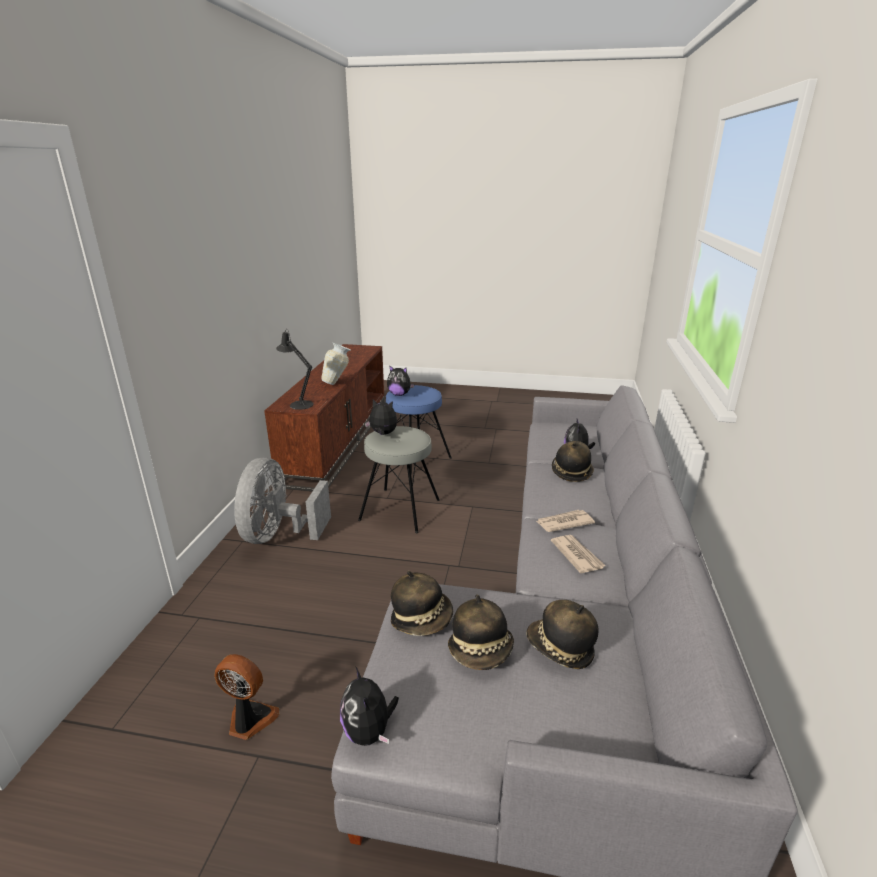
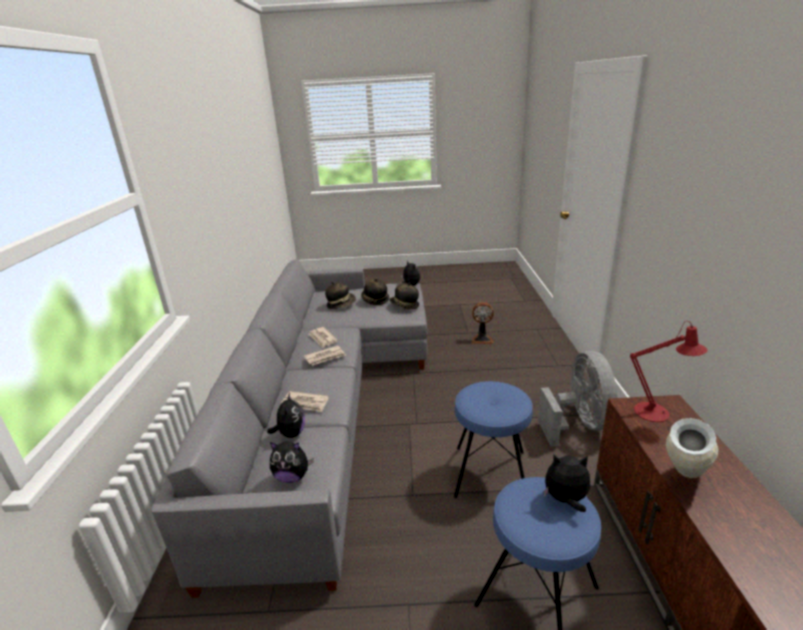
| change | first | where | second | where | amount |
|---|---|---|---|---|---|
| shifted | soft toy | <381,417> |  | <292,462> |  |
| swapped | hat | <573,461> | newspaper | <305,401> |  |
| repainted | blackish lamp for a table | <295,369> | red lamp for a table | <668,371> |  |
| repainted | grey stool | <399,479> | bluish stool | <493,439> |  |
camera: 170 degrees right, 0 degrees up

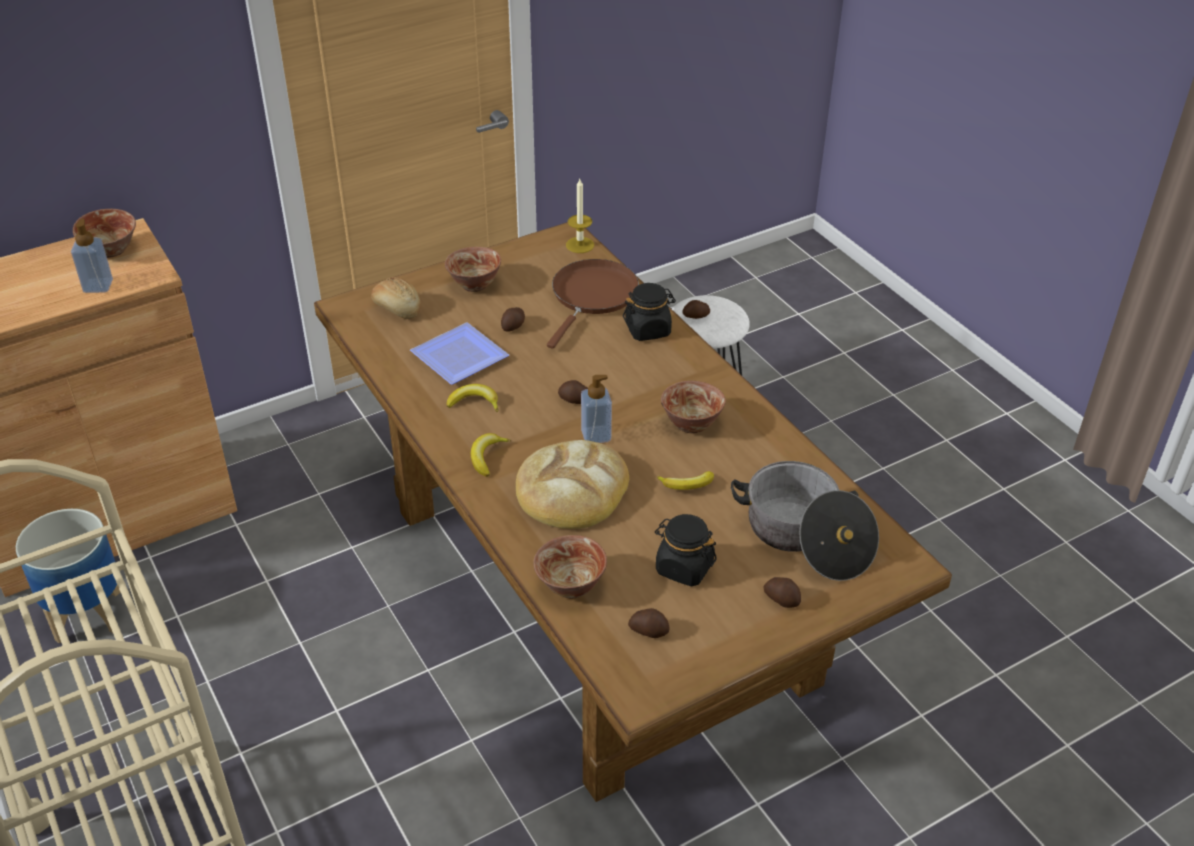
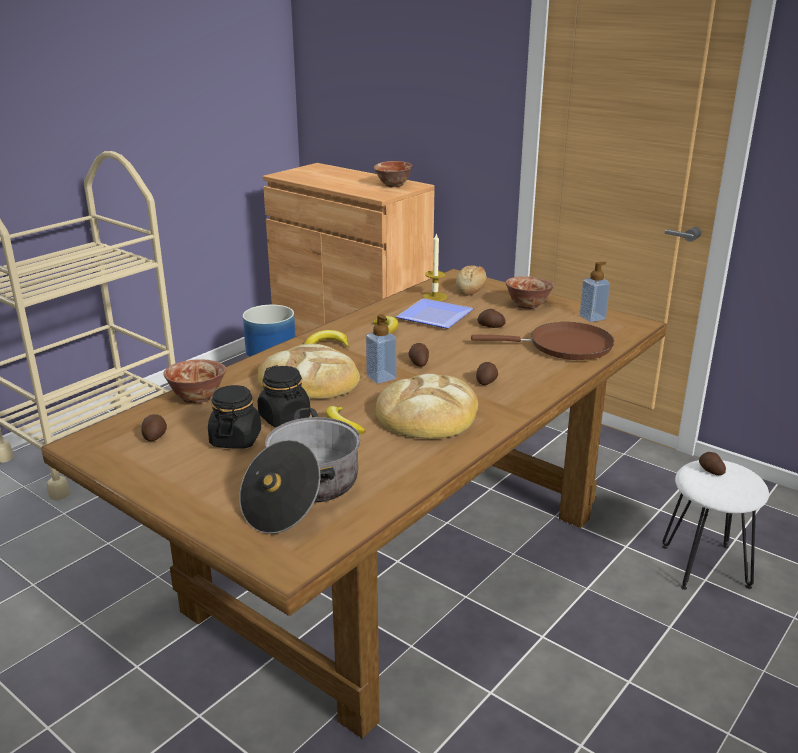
| change | first | where | second | where | amount |
|---|---|---|---|---|---|
| shifted | soap bottle | <92,256> |  | <595,292> |  |
| shifted | wax light | <580,216> |  | <435,267> |  |
| shifted | blackish storage jar | <649,312> |  | <284,396> |  |
| shifted | whole potato | <782,592> |  | <487,373> |  |
| swapped | bowl | <693,407> | bread | <427,406> |  |
camera: 70 degrees right, 15 degrees down

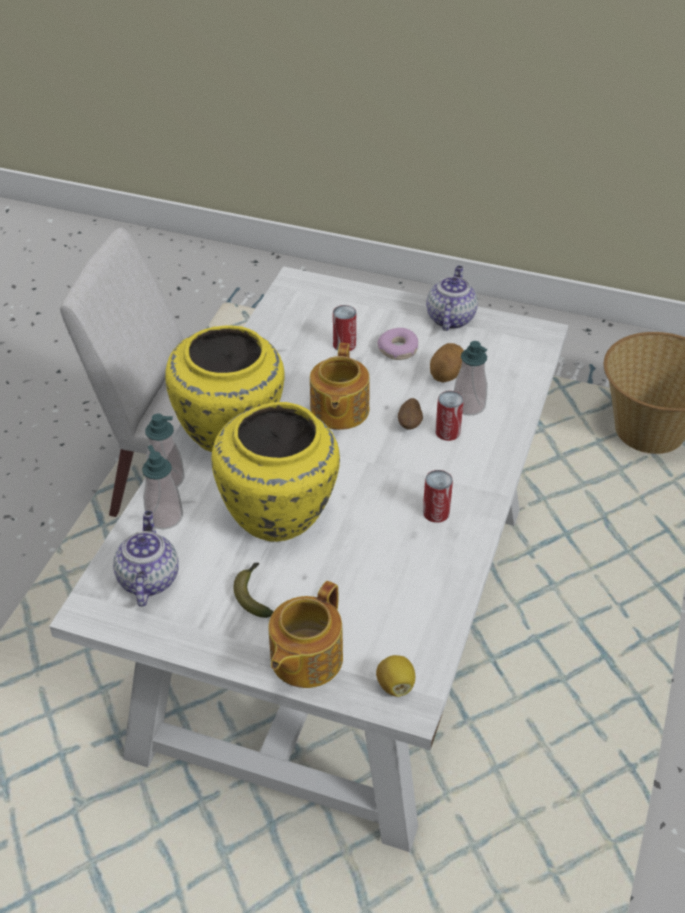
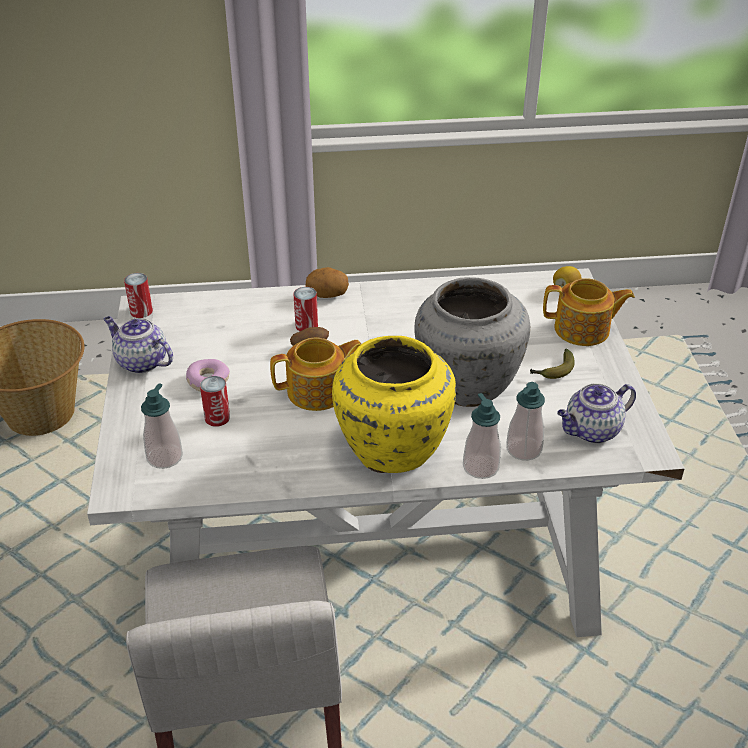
| change | first | where | second | where | amount |
|---|---|---|---|---|---|
| shifted | metal can | <438,496> |  | <138,295> |  |
| shifted | whole potato | <447,363> |  | <327,282> |  |
| shifted | soap bottle | <471,378> |  | <162,426> |  |
| repainted | yellow decorative vase | <275,472> | grey decorative vase | <472,342> |  |
| rotated | teapot | <452,298> |  | <138,345> | 45 degrees clockwise |
camera: 115 degrees left, 5 degrees down

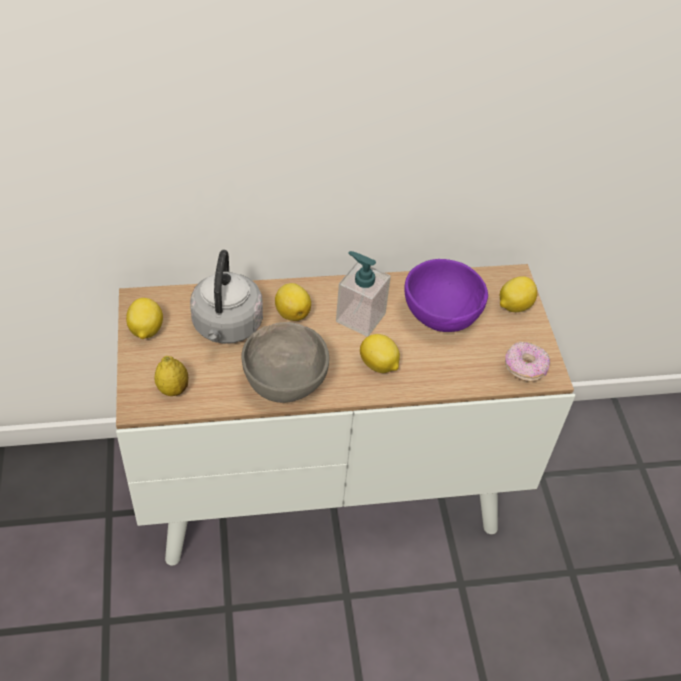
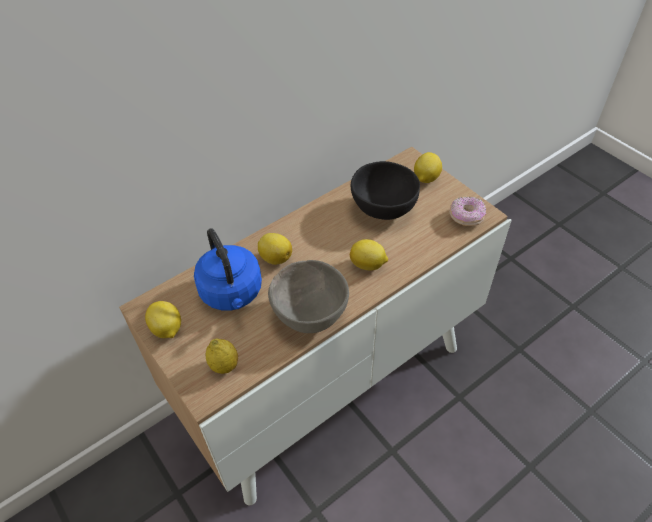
| change | first | where | second | where | amount |
|---|---|---|---|---|---|
| gone | soap bottle | <363,294> |  |  |  |
| repainted | grey tea kettle | <226,297> | bluish tea kettle | <228,269> |  |
| repainted | purple-coloured bowl | <446,295> | blackish bowl | <385,190> |  |
camera: 25 degrees left, 0 degrees up

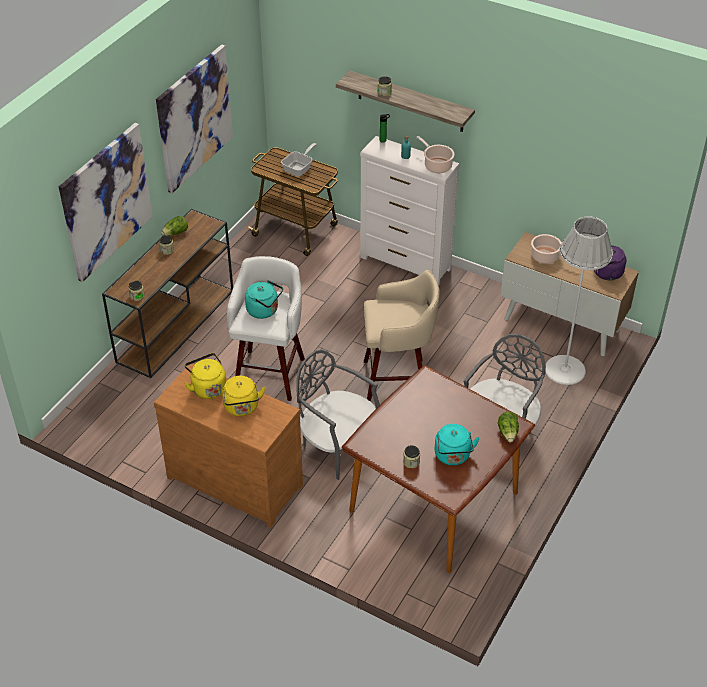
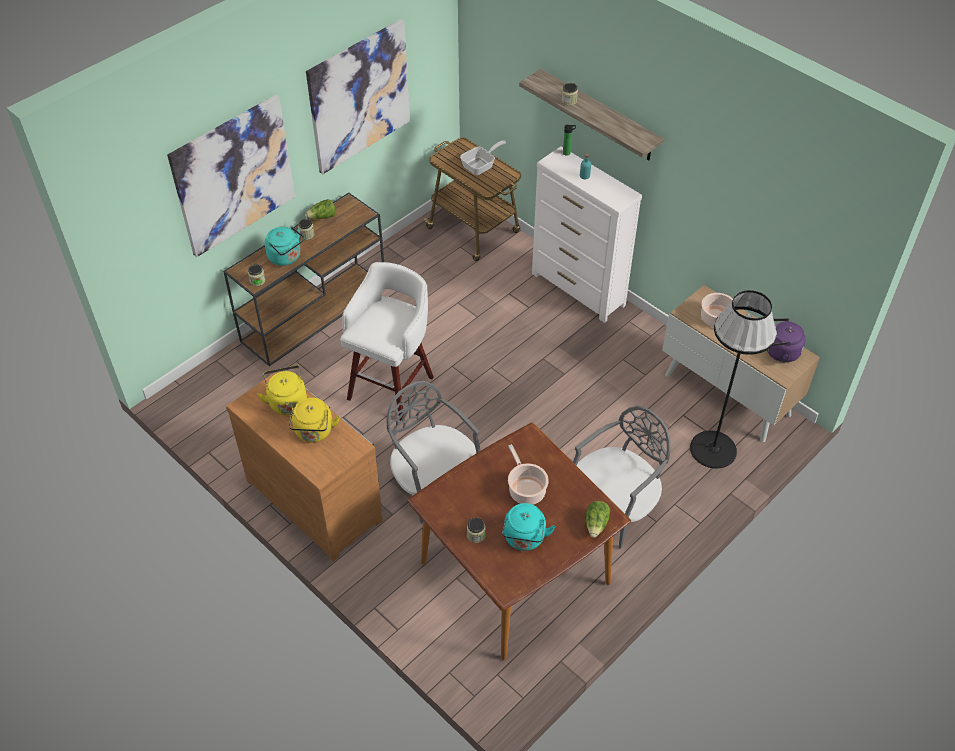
| change | first | where | second | where | amount |
|---|---|---|---|---|---|
| gone | beige-coloured stool | <402,336> |  |  |  |
| shifted | turquoise tea kettle | <264,299> |  | <285,246> |  |
| shifted | stockpot | <435,154> |  | <528,474> |  |
| repainted | white-coloured standard lamp | <579,300> | blackish standard lamp | <733,379> |  |
camera: 15 degrees right, 5 degrees up

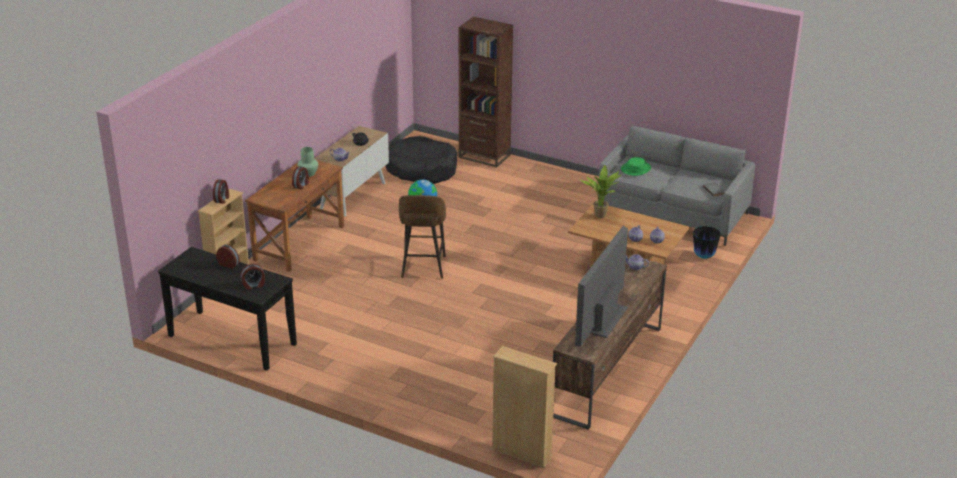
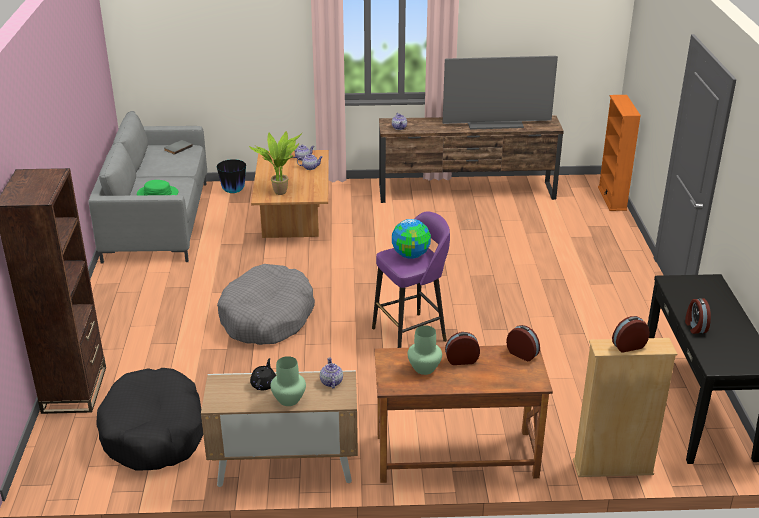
| change | first | where | second | where | amount |
|---|---|---|---|---|---|
| new |  |  | grey dog bed | <266,304> |  |
| new |  |  | green-coloured decorative vase | <288,381> |  |
| shifted | table clock | <253,277> |  | <523,343> |  |
| repainted | brownish stool | <422,237> | purple-coloured stool | <411,279> |  |
| repainted | beige-coloured bookcase | <524,407> | orange bookcase | <619,153> |  |
camera: 120 degrees left, 0 degrees up

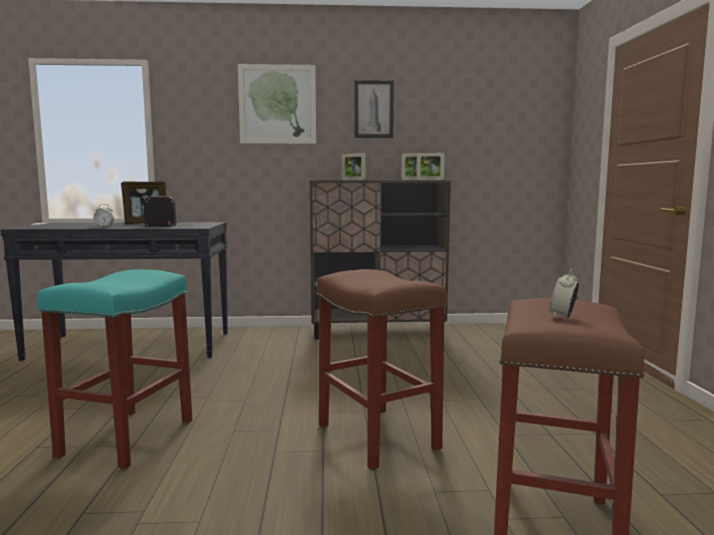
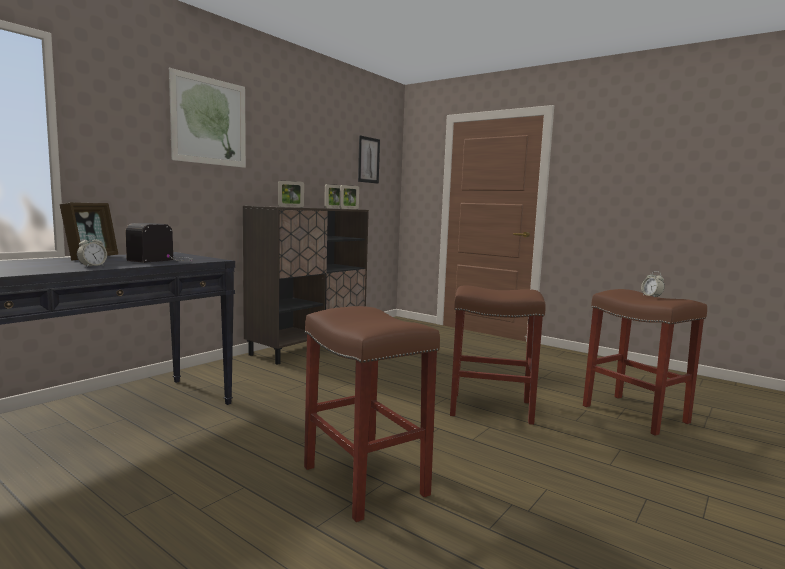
| change | first | where | second | where | amount |
|---|---|---|---|---|---|
| shifted | picture | <374,109> |  | <369,159> |  |
| repainted | turquoise stool | <114,369> | brownish stool | <372,414> |  |
camera: 50 degrees left, 0 degrees up

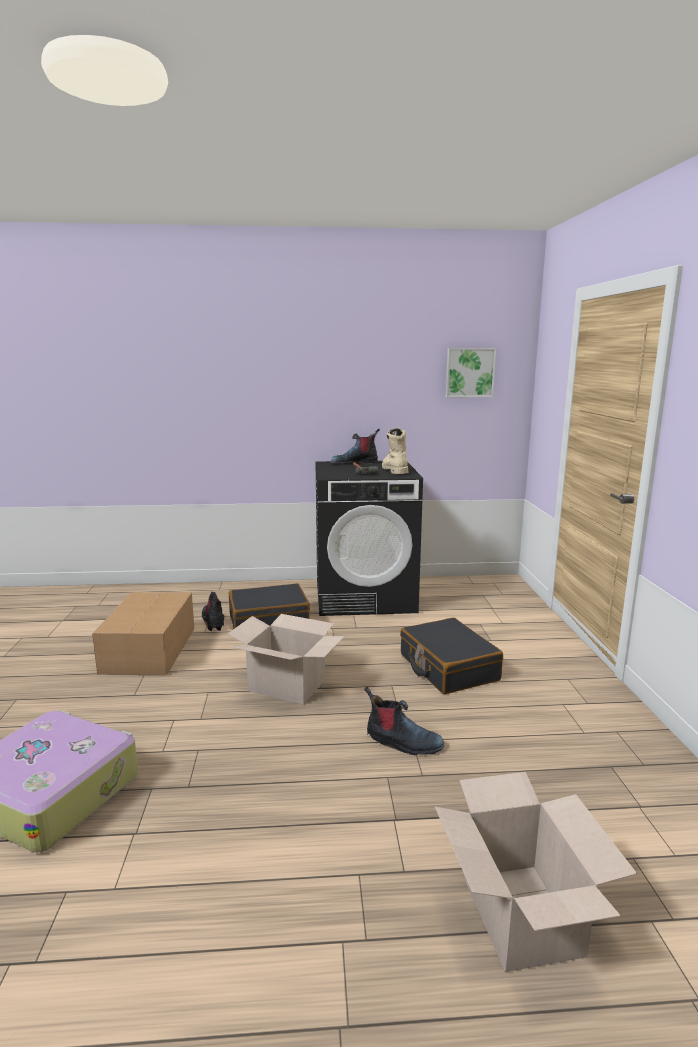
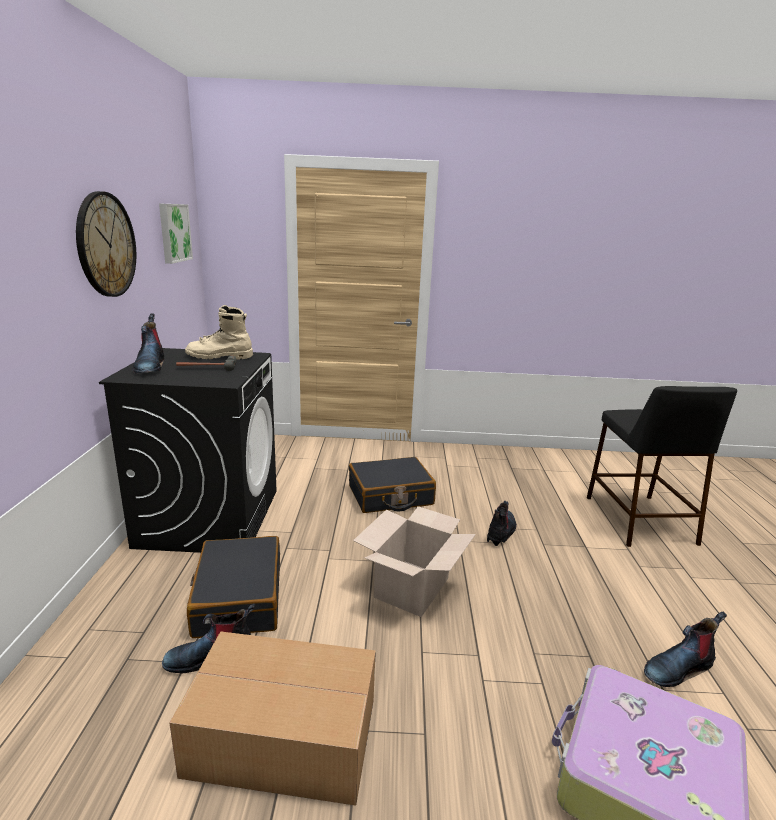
| change | first | where | second | where | amount |
|---|---|---|---|---|---|
| new |  |  | wall clock | <106,244> |  |
| new |  |  | tall boot | <685,649> |  |
| swapped | cardboard box | <536,872> | blackish stool | <662,466> |  |
camera: 85 degrees left, 5 degrees up

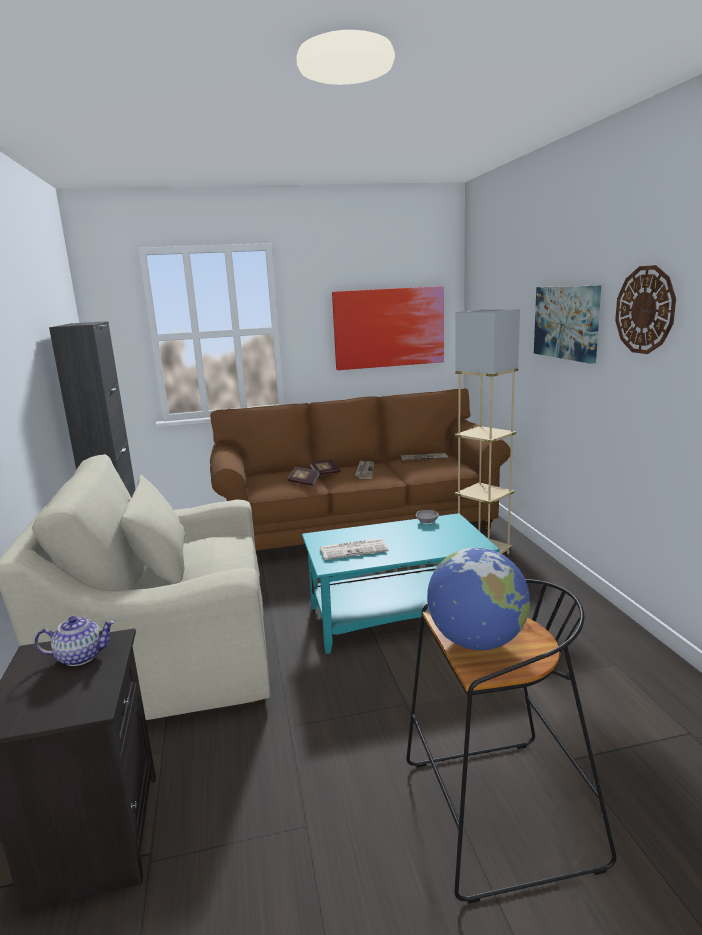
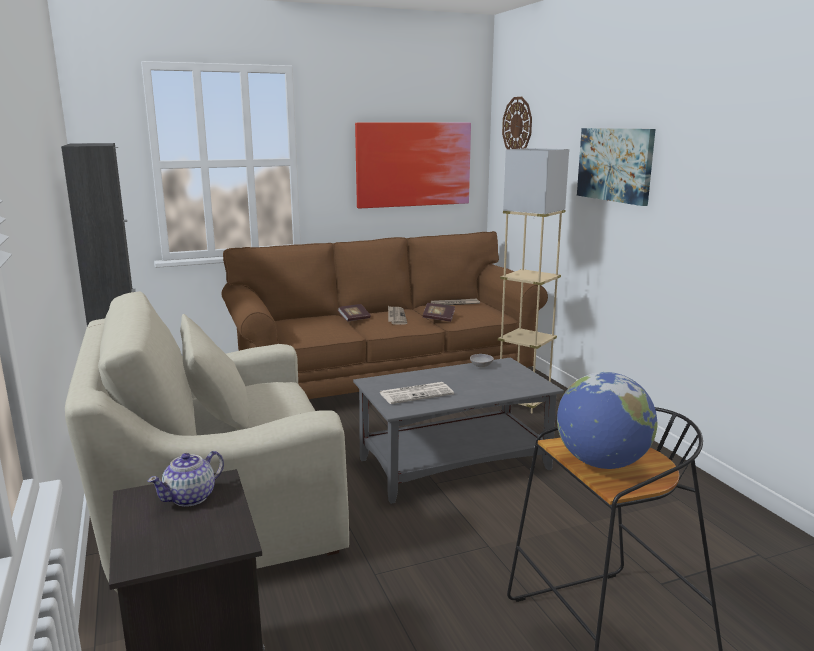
| change | first | where | second | where | amount |
|---|---|---|---|---|---|
| shifted | volume | <303,476> |  | <439,312> |  |
| shifted | wall clock | <645,309> |  | <517,123> |  |
| repainted | turquoise lounge table | <401,583> | grey lounge table | <458,430> |  |
| rotated | teapot | <74,641> |  | <186,479> | 150 degrees clockwise |
camera: 10 degrees left, 0 degrees up

